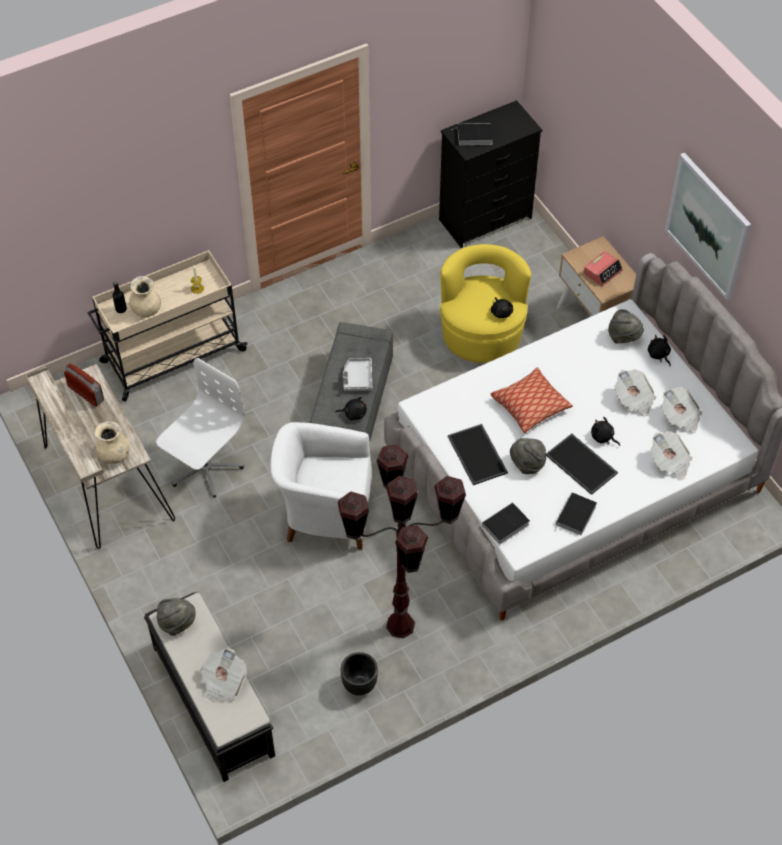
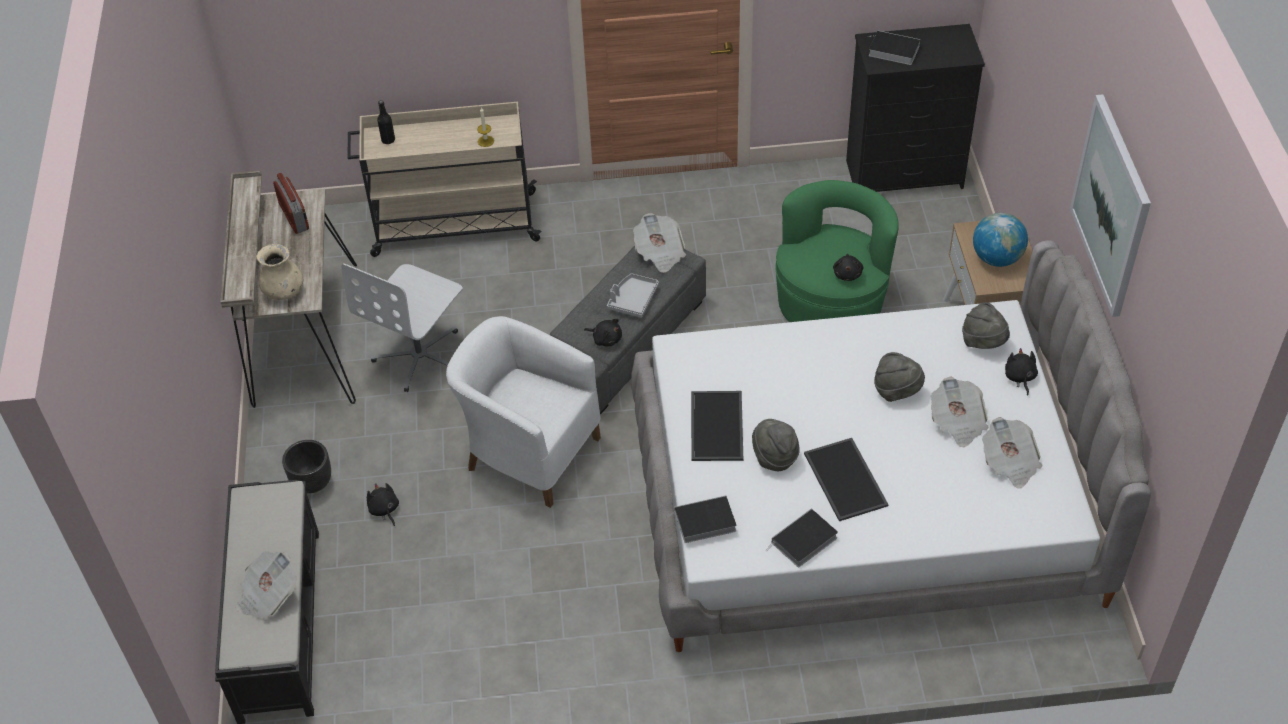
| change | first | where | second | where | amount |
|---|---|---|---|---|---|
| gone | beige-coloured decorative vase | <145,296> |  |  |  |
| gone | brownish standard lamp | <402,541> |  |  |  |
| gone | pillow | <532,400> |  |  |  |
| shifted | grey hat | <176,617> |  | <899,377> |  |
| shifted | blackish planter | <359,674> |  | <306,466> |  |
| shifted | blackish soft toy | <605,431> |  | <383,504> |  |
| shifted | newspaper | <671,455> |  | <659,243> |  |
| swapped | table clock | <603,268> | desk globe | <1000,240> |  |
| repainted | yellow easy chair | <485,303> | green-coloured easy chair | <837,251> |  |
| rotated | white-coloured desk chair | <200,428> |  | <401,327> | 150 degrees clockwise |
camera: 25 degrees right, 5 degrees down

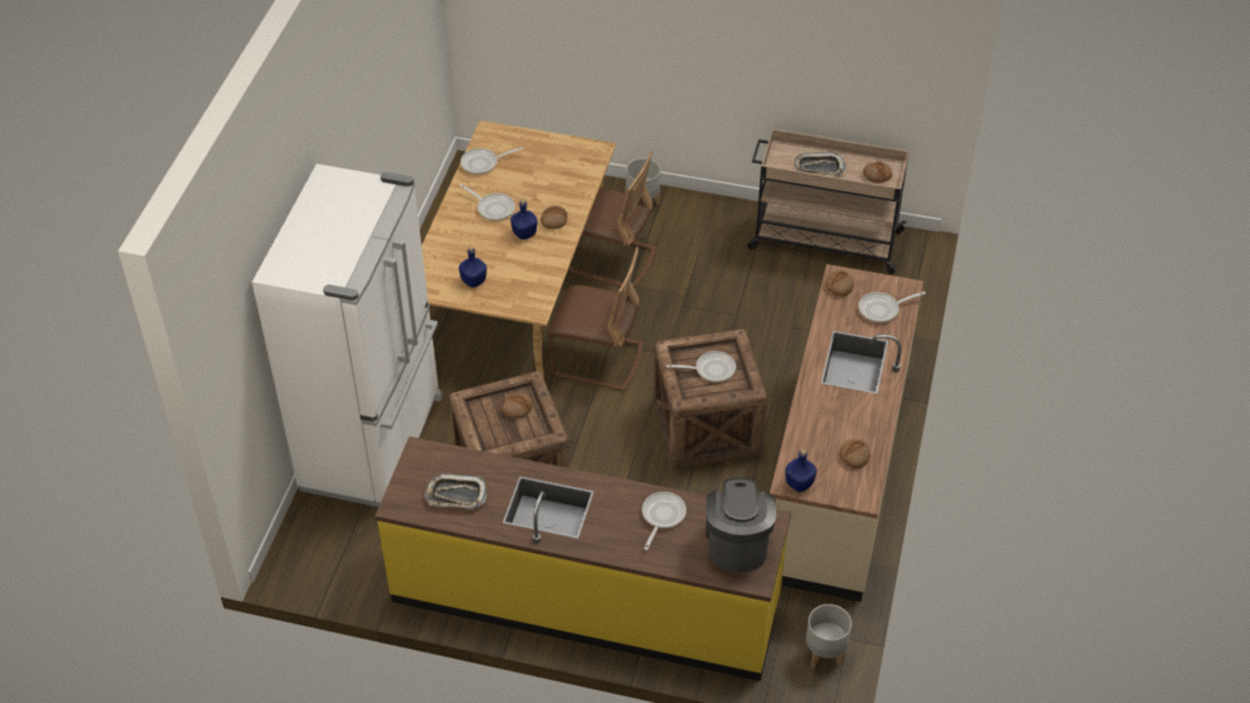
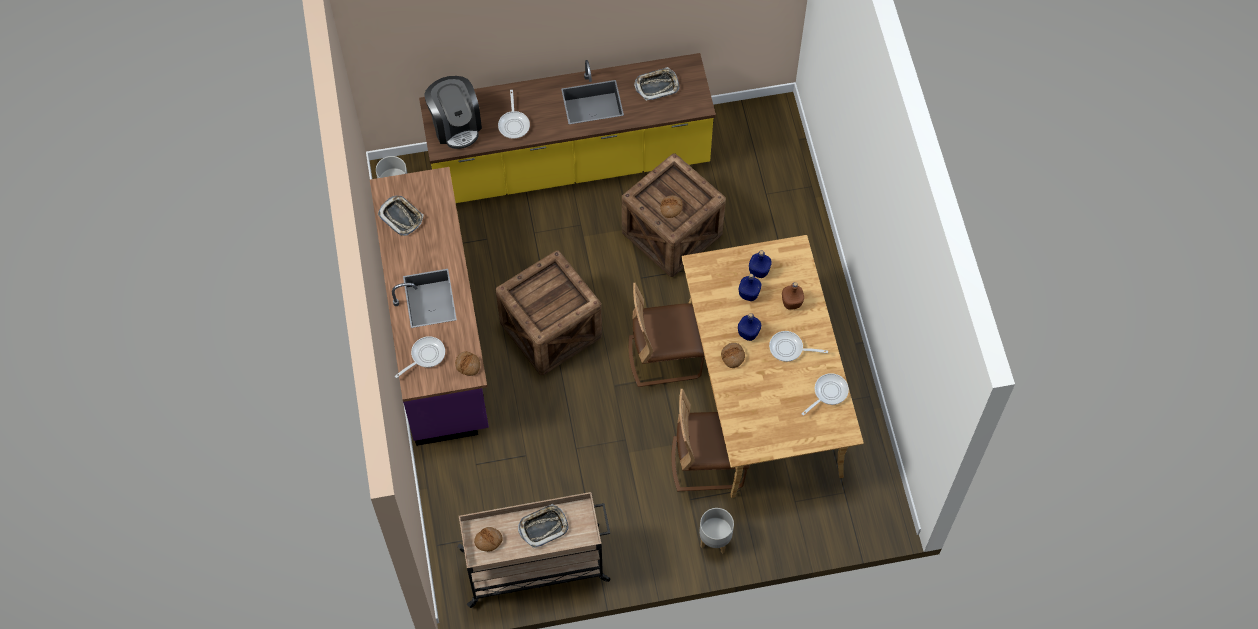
| change | first | where | second | where | amount |
|---|---|---|---|---|---|
| gone | white-coloured refrigerator | <347,335> |  |  |  |
| gone | pan | <701,366> |  |  |  |
| new |  |  | brownish bottle | <793,296> |  |
| shifted | bluish bottle | <801,470> |  | <750,287> |  |
| swapped | bread | <855,454> | serving tray | <401,216> |  |
| repainted | beige-coloured kitchen counter | <846,433> | purple-coloured kitchen counter | <429,306> |  |
camera: 155 degrees right, 15 degrees up

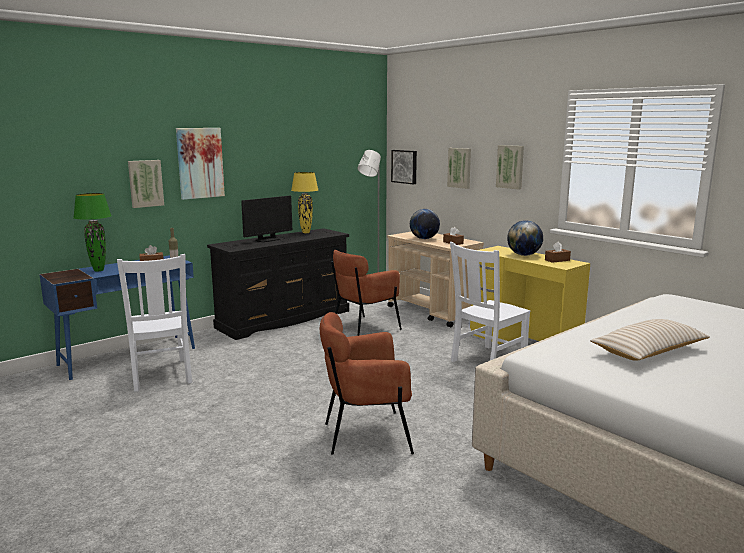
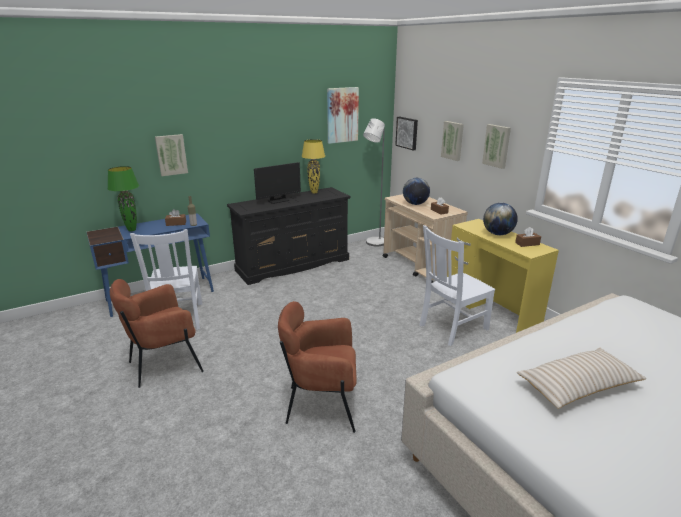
| change | first | where | second | where | amount |
|---|---|---|---|---|---|
| shifted | picture | <200,164> |  | <343,115> |  |
| shifted | brownish easy chair | <366,293> |  | <157,333> |  |
camera: 10 degrees right, 10 degrees up

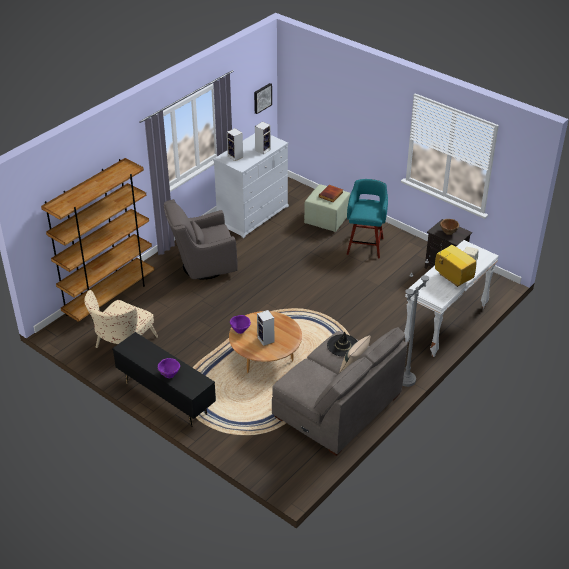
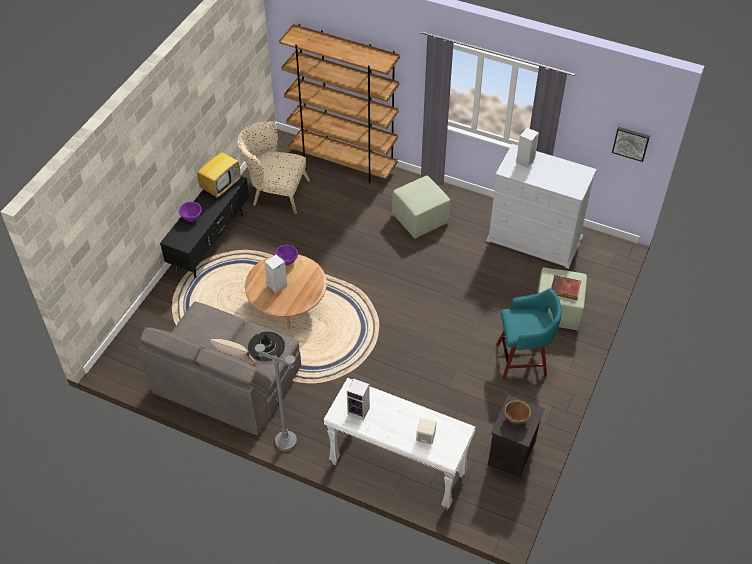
| change | first | where | second | where | amount |
|---|---|---|---|---|---|
| shifted | speaker | <263,138> |  | <358,399> |  |
| shifted | television | <455,266> |  | <219,172> |  |
| swapped | grey easy chair | <201,239> | green-coloured footrest | <421,207> |  |
camera: 75 degrees right, 10 degrees up

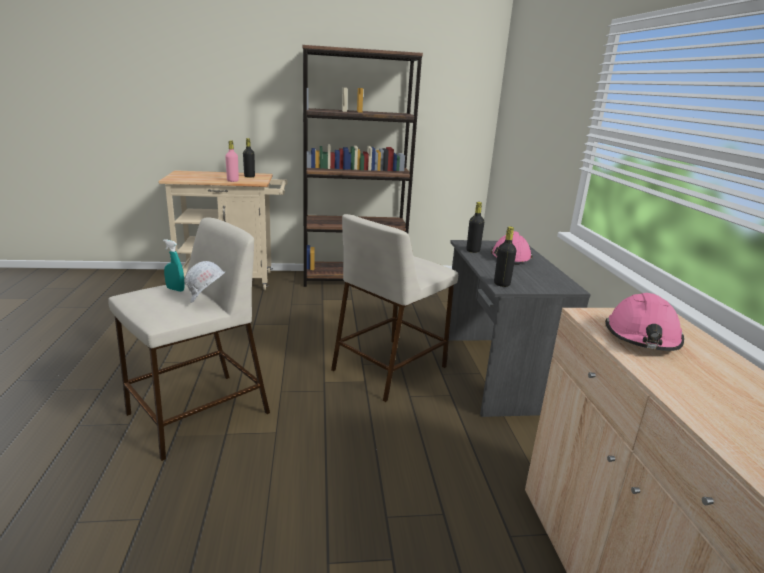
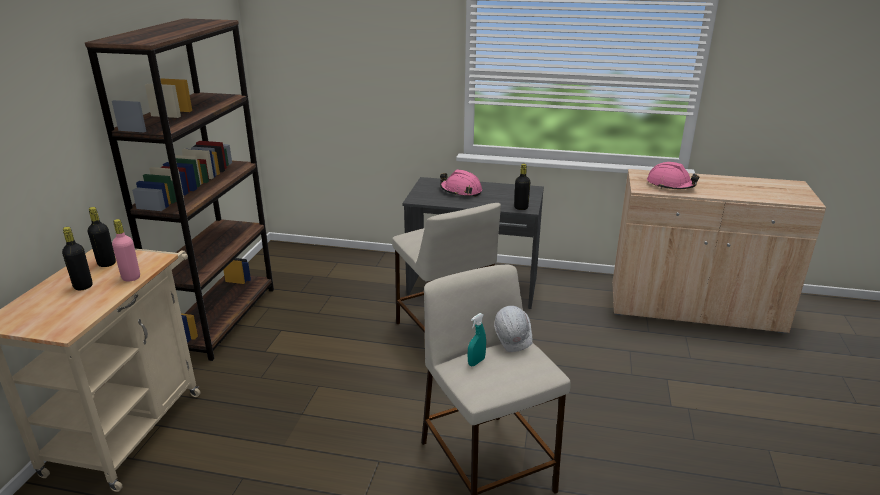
| change | first | where | second | where | amount |
|---|---|---|---|---|---|
| shifted | blackish bottle | <475,227> |  | <77,258> |  |
camera: 70 degrees left, 5 degrees up

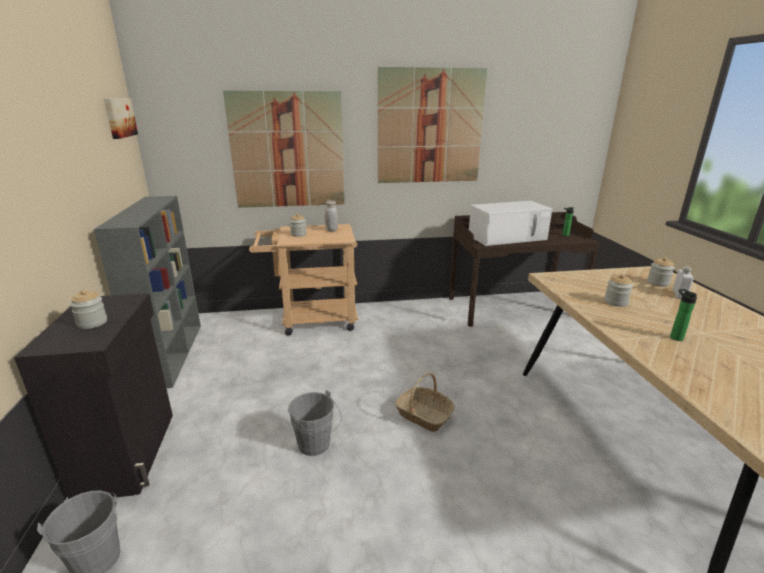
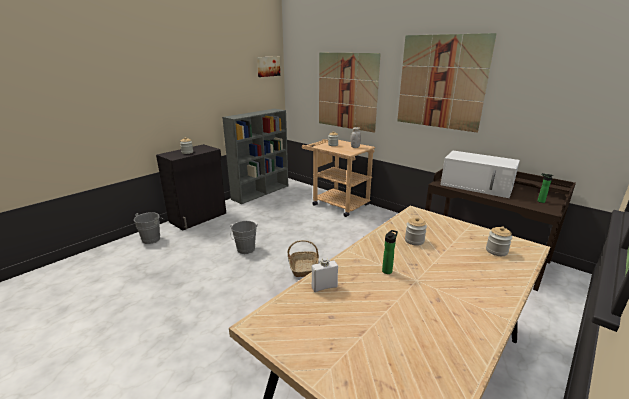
| change | first | where | second | where | amount |
|---|---|---|---|---|---|
| shifted | white-coloured bottle | <683,282> |  | <325,275> |  |
camera: 50 degrees right, 0 degrees up

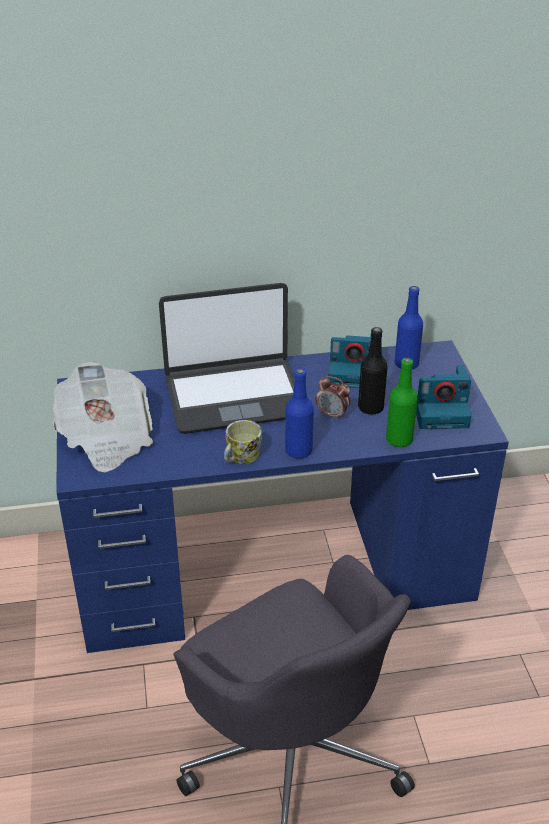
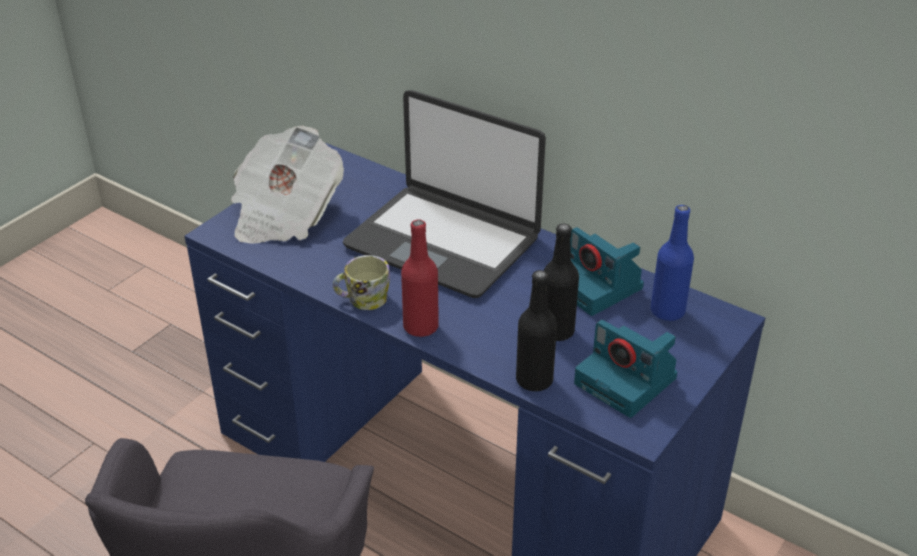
| change | first | where | second | where | amount |
|---|---|---|---|---|---|
| gone | table clock | <333,398> |  |  |  |
| repainted | bluish bottle | <299,413> | red bottle | <420,278> |  |
| repainted | green-coloured bottle | <402,402> | blackish bottle | <536,330> |  |
camera: 45 degrees right, 0 degrees up

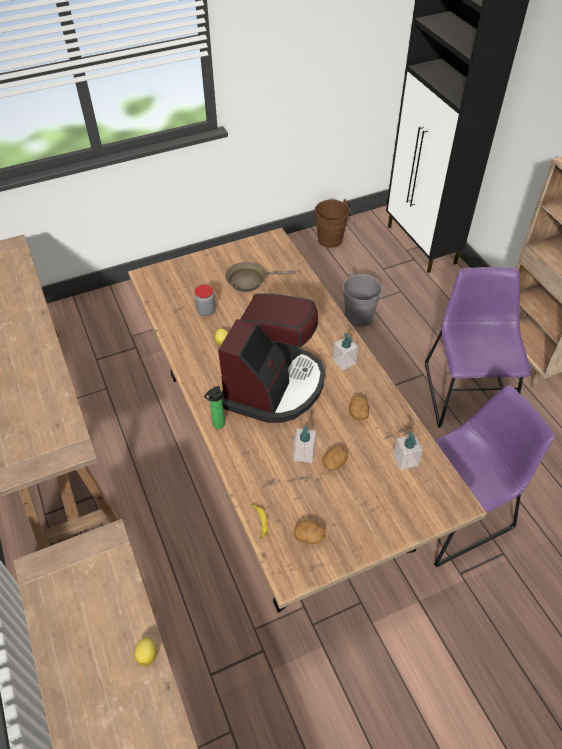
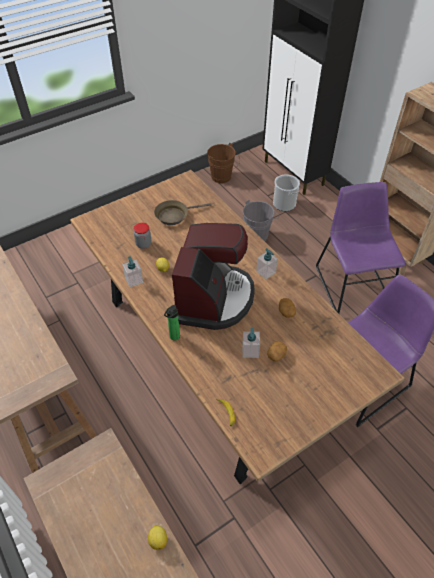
| change | first | where | second | where | amount |
|---|---|---|---|---|---|
| gone | whole potato | <310,532> |  |  |  |
| new |  |  | bucket | <286,192> |  |
| shifted | soap bottle | <408,451> |  | <132,271> |  |
camera: 10 degrees left, 0 degrees up

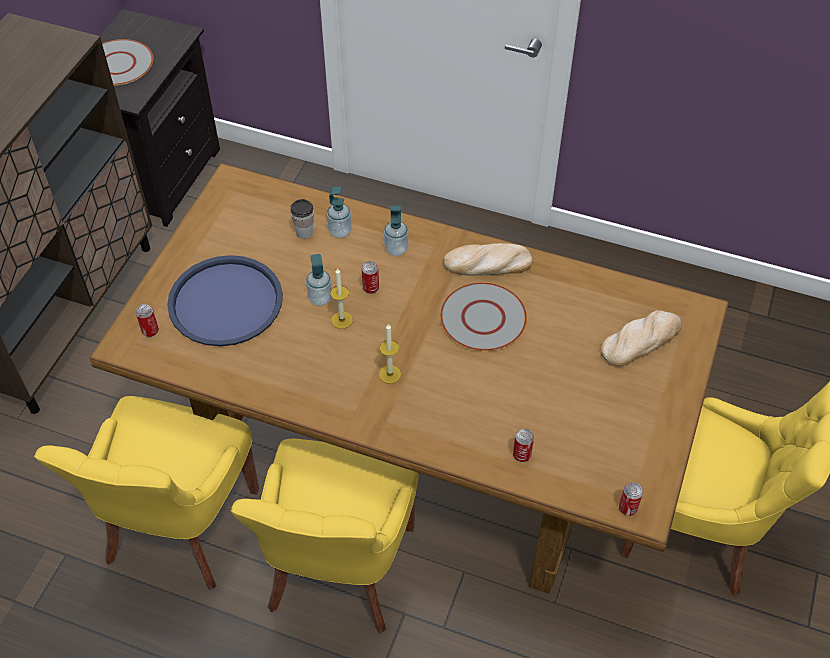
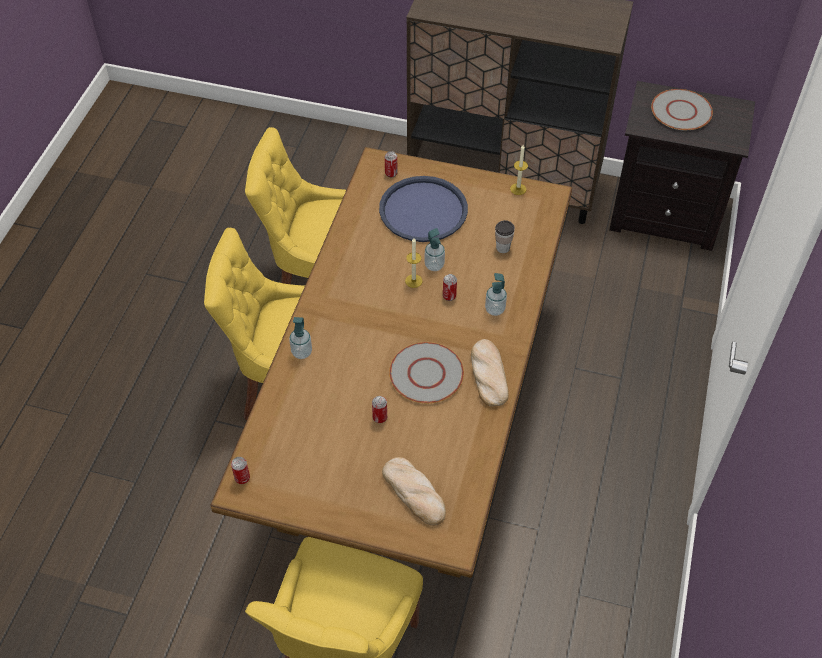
| change | first | where | second | where | amount |
|---|---|---|---|---|---|
| shifted | soap bottle | <339,212> |  | <300,338> |  |
| shifted | wax light | <390,353> |  | <519,170> |  |
| shifted | metal can | <523,445> |  | <379,409> |  |
camera: 85 degrees right, 0 degrees up

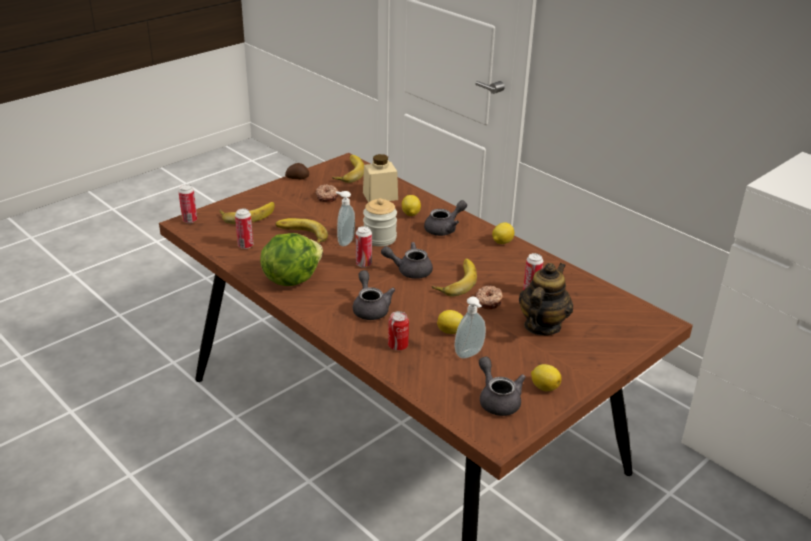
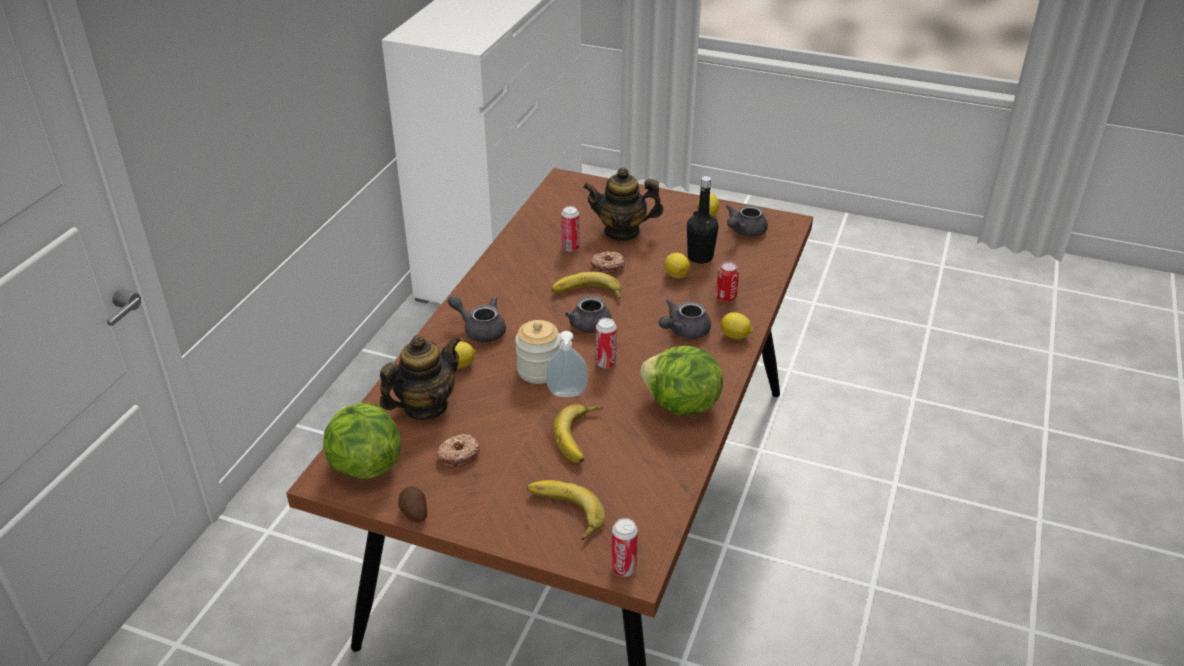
| change | first | where | second | where | amount |
|---|---|---|---|---|---|
| gone | metal can | <244,228> |  |  |  |
| shifted | lemon | <503,233> |  | <736,325> |  |
| swapped | whole banana | <348,169> | lettuce head | <362,441> |  |
| swapped | beige-coloured storage jar | <380,178> | teapot | <420,377> |  |
| swapped | soap bottle | <470,328> | blackish bottle | <703,220> |  |
camera: 115 degrees left, 5 degrees up

